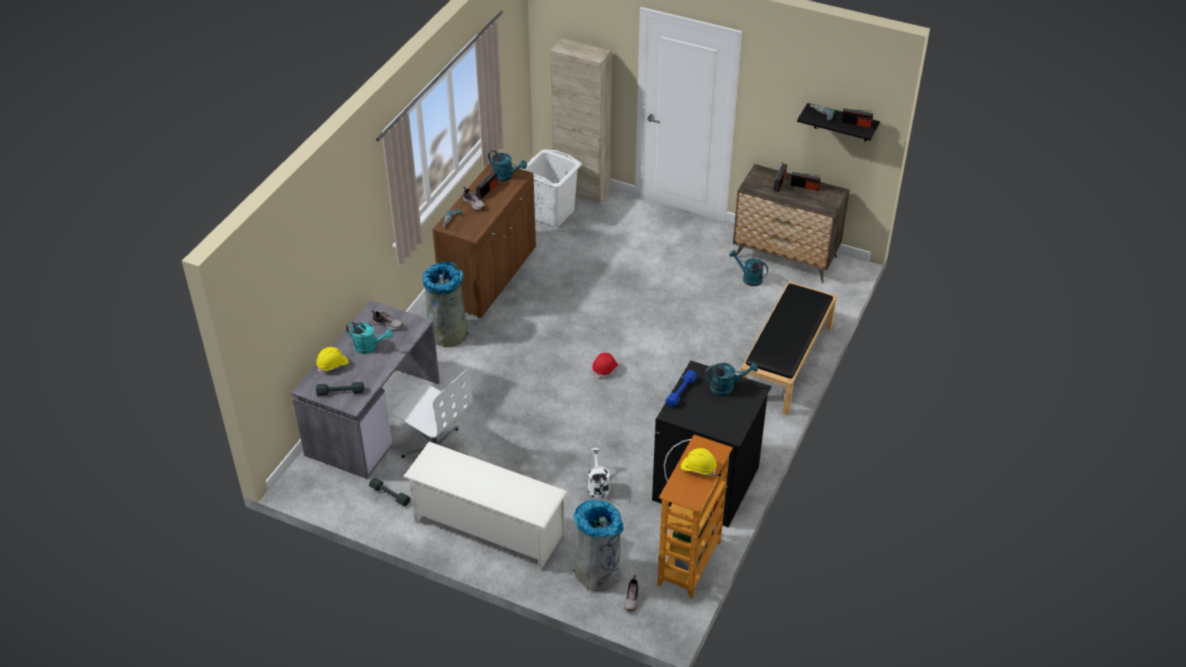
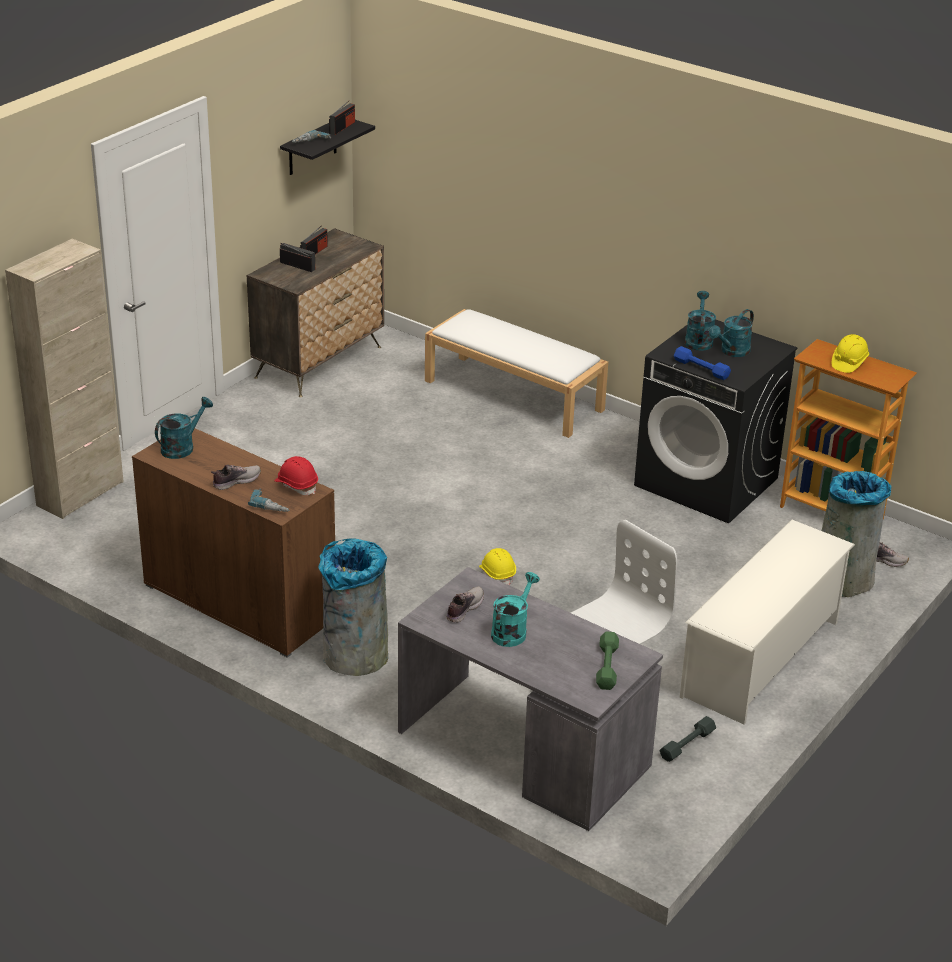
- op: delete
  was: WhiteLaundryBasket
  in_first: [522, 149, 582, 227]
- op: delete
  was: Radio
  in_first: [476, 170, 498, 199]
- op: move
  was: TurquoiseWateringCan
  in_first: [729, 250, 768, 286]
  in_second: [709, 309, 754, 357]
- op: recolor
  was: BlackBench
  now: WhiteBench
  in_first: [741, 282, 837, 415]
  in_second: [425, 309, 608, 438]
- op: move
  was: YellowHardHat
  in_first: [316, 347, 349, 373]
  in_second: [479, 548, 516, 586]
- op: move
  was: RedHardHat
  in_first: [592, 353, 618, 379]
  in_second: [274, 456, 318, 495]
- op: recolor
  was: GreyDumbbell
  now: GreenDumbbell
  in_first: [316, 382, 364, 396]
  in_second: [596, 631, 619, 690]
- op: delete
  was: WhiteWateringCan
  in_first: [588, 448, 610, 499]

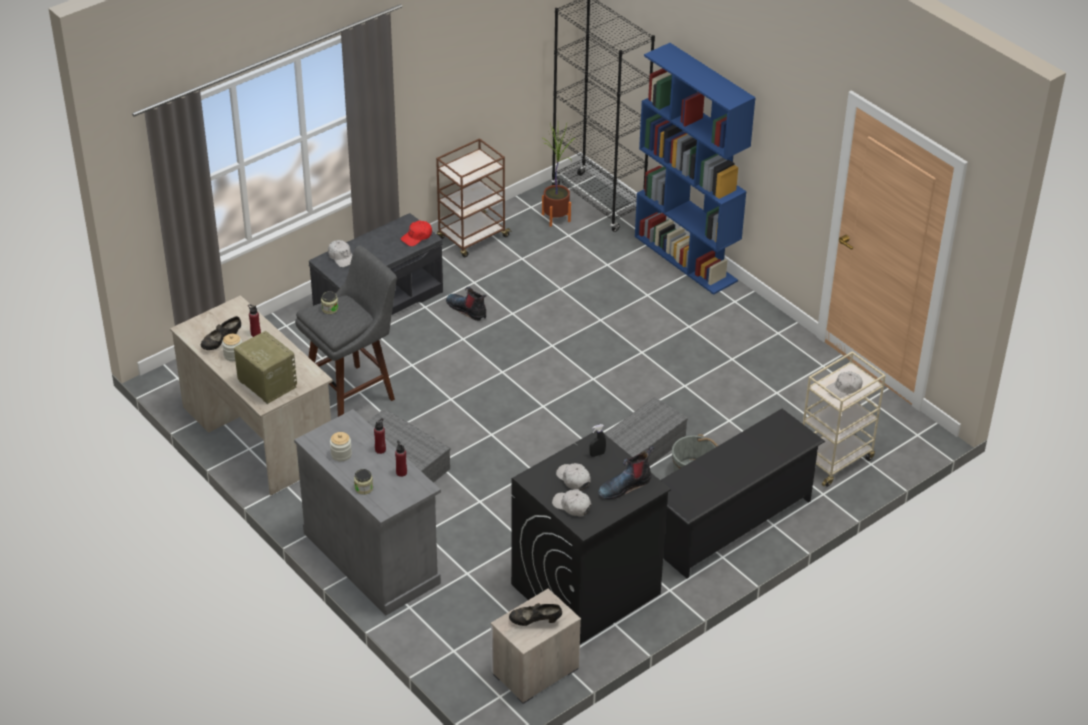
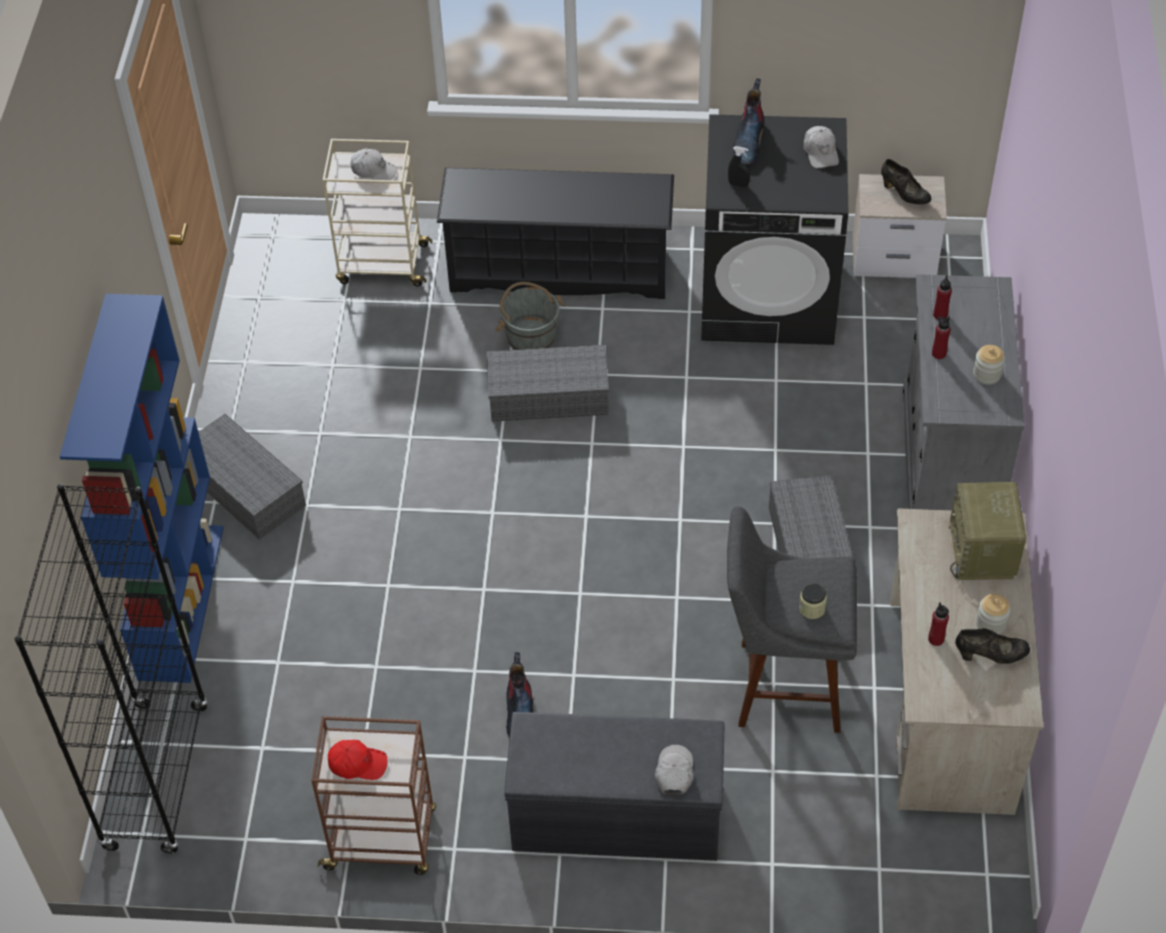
- op: delete
  was: PottedPlant
  in_first: [542, 124, 577, 227]
- op: move
  was: RedCap
  in_first: [401, 220, 432, 246]
  in_second: [328, 740, 388, 780]
- op: rotate
  was: Boot
  in_first: [598, 446, 654, 499]
  in_second: [732, 78, 764, 164]
  clockwise: 90
- op: delete
  was: WhiteCap
  in_first: [556, 463, 591, 491]
- op: delete
  was: Jar
  in_first: [354, 469, 373, 495]
- op: insert
  now: GreyStorageBox
  in_second: [198, 414, 306, 540]

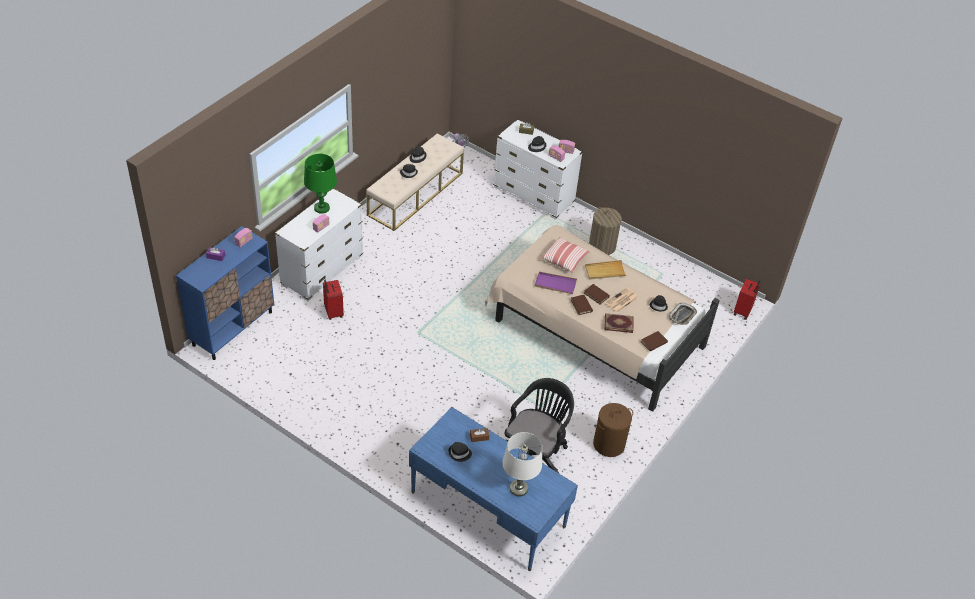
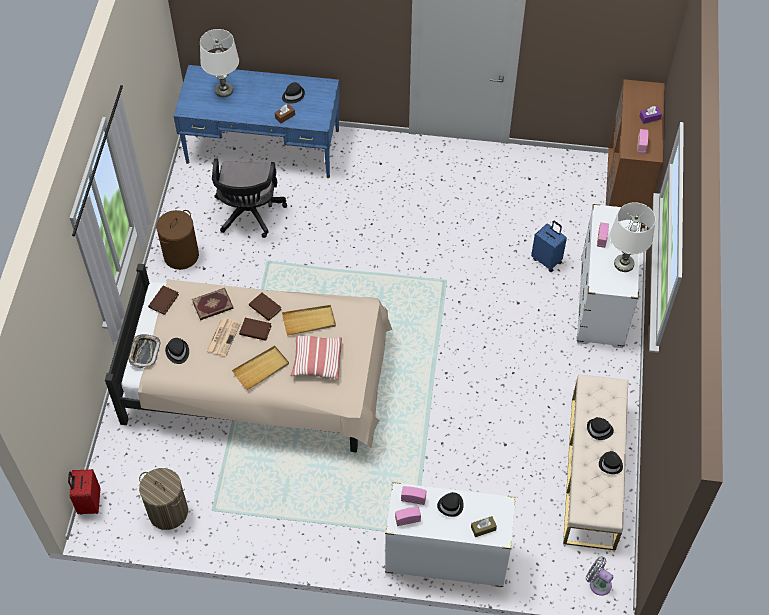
- op: recolor
  was: GreenTableLamp
  now: WhiteTableLamp
  in_first: [304, 154, 337, 214]
  in_second: [610, 202, 656, 272]
- op: move
  was: LaundryBasket
  in_first: [589, 207, 622, 255]
  in_second: [139, 468, 188, 530]
- op: recolor
  was: BlueCabinet
  now: BrownCabinet
  in_first: [176, 226, 274, 360]
  in_second: [606, 79, 665, 232]
- op: recolor
  was: PurpleTray
  now: BeigeTray
  in_first: [535, 272, 577, 294]
  in_second: [282, 305, 336, 336]
- op: recolor
  was: RedSuitcase
  now: BlueSuitcase
  in_first: [323, 280, 344, 320]
  in_second: [531, 221, 567, 272]

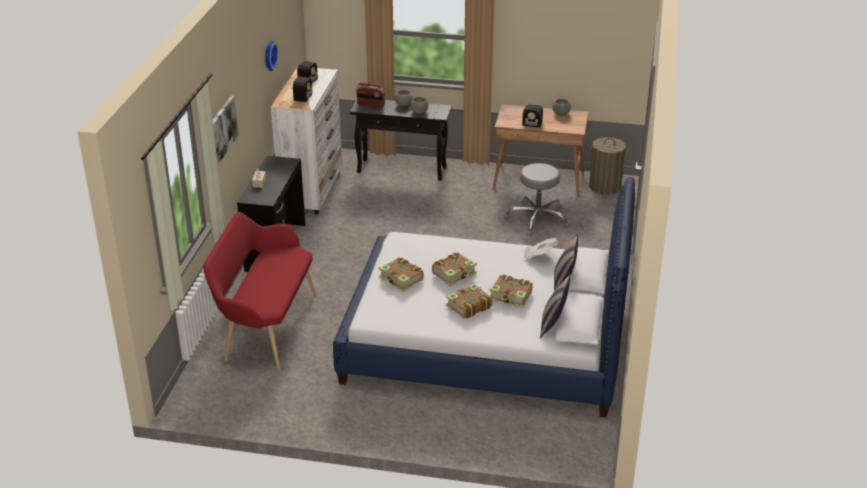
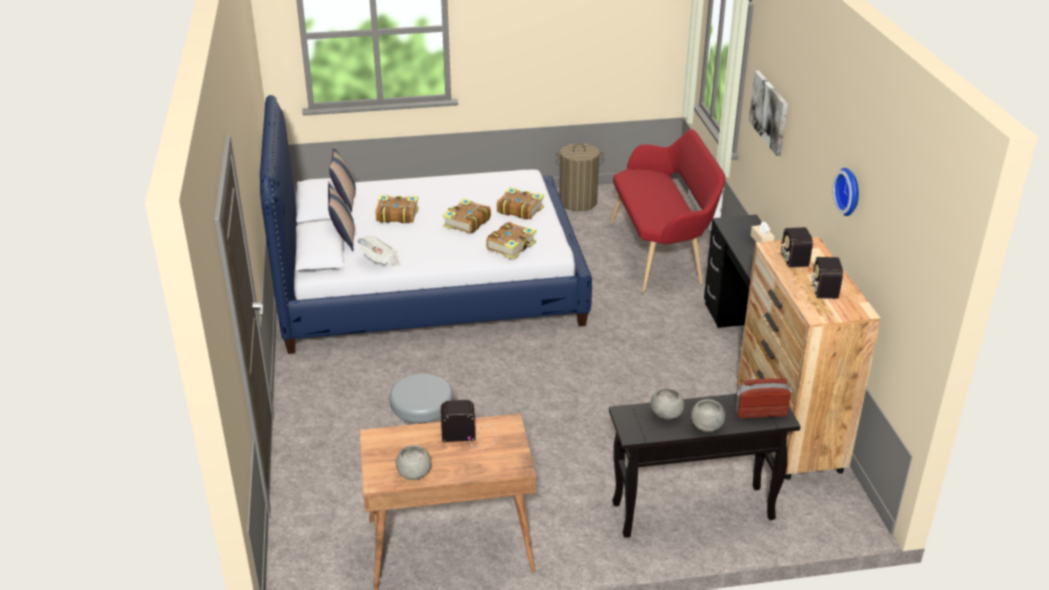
- op: recolor
  was: WhiteDresser
  now: BrownDresser
  in_first: [271, 68, 342, 214]
  in_second: [737, 237, 881, 480]
- op: move
  was: LaundryBasket
  in_first: [588, 137, 629, 195]
  in_second: [555, 143, 604, 211]
- op: move
  was: Book
  in_first: [446, 283, 492, 319]
  in_second: [486, 222, 536, 260]

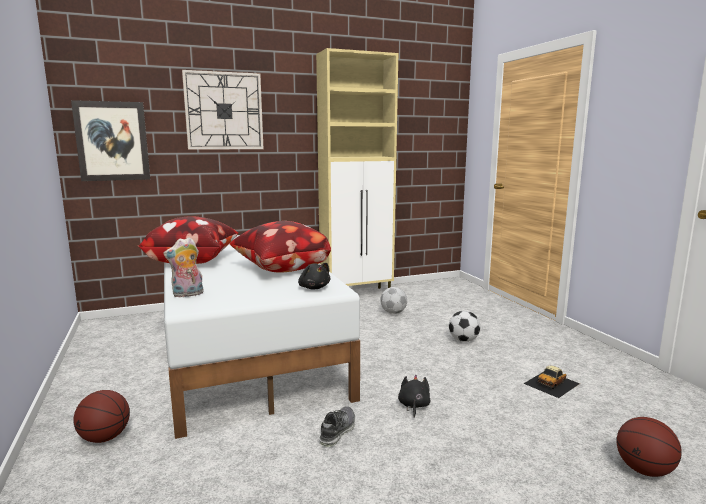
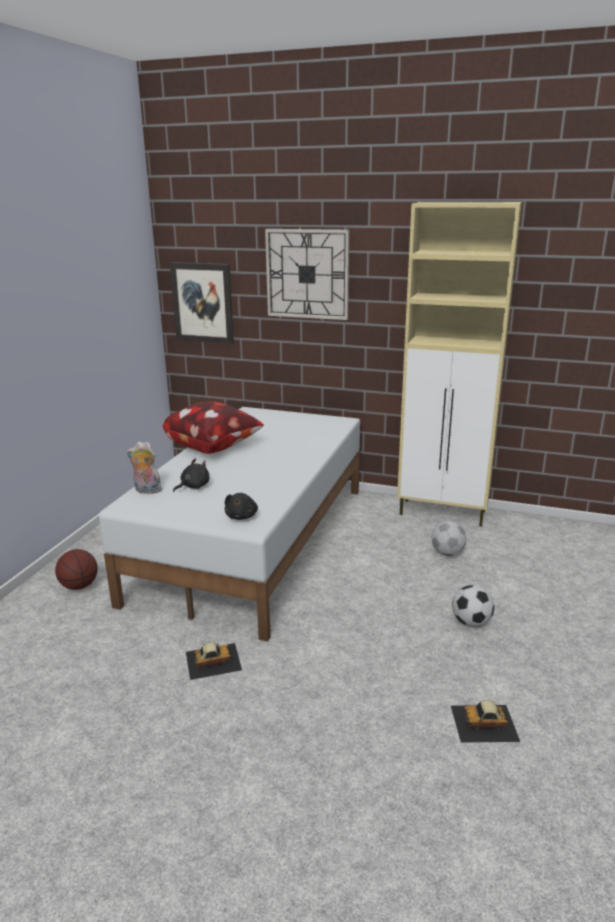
- op: delete
  was: Pillow
  in_first: [230, 221, 331, 272]
- op: move
  was: BlackPlushToy
  in_first: [398, 375, 431, 418]
  in_second: [173, 458, 210, 492]
- op: replace
  was: Shoe
  now: ToyCar
  in_first: [319, 406, 355, 447]
  in_second: [186, 642, 242, 680]
- op: delete
  was: Basketball
  in_first: [616, 417, 682, 477]

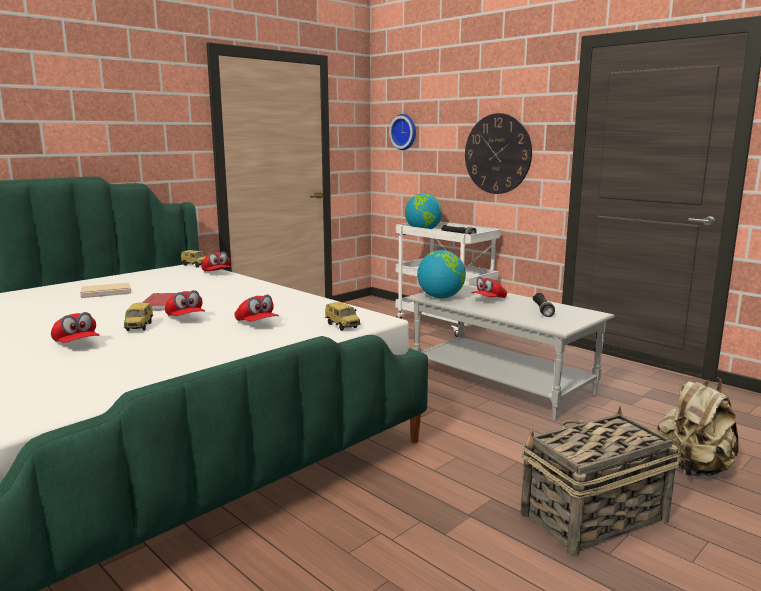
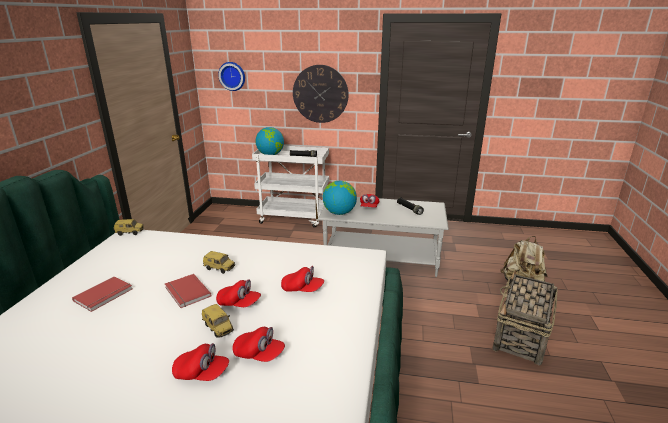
- op: move
  was: RedCap
  in_first: [201, 252, 232, 271]
  in_second: [232, 327, 285, 362]
- op: recolor
  was: BeigeBook
  now: RedBook
  in_first: [80, 283, 131, 298]
  in_second: [72, 277, 132, 312]
- op: move
  was: ToyCar
  in_first: [325, 302, 361, 331]
  in_second: [203, 251, 235, 274]

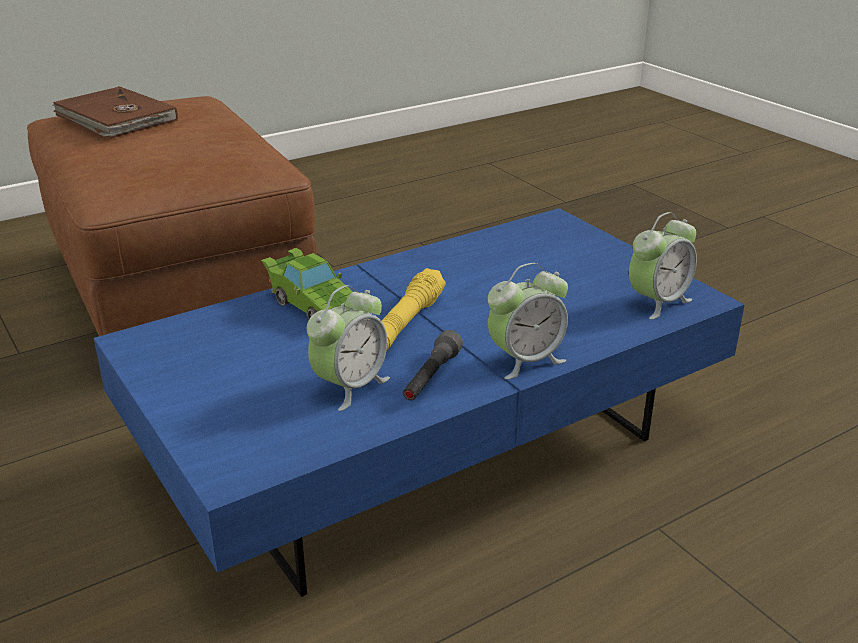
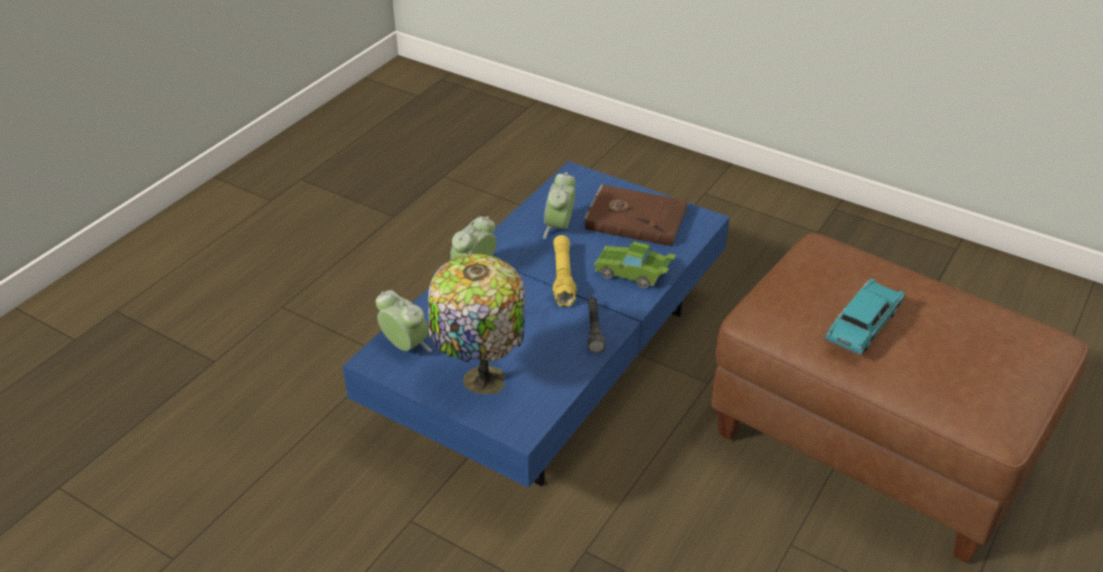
- op: move
  was: BrownBook
  in_first: [52, 86, 178, 139]
  in_second: [584, 185, 688, 246]
- op: rotate
  was: AlarmClock
  in_first: [629, 212, 697, 320]
  in_second: [376, 290, 432, 352]
  clockwise: 105
- op: move
  was: GreyFlashlight
  in_first: [403, 330, 463, 400]
  in_second: [587, 297, 605, 353]
- op: insert
  now: TableLamp
  in_second: [428, 254, 526, 394]
- op: insert
  now: TurquoiseToyCar
  in_second: [825, 279, 905, 356]

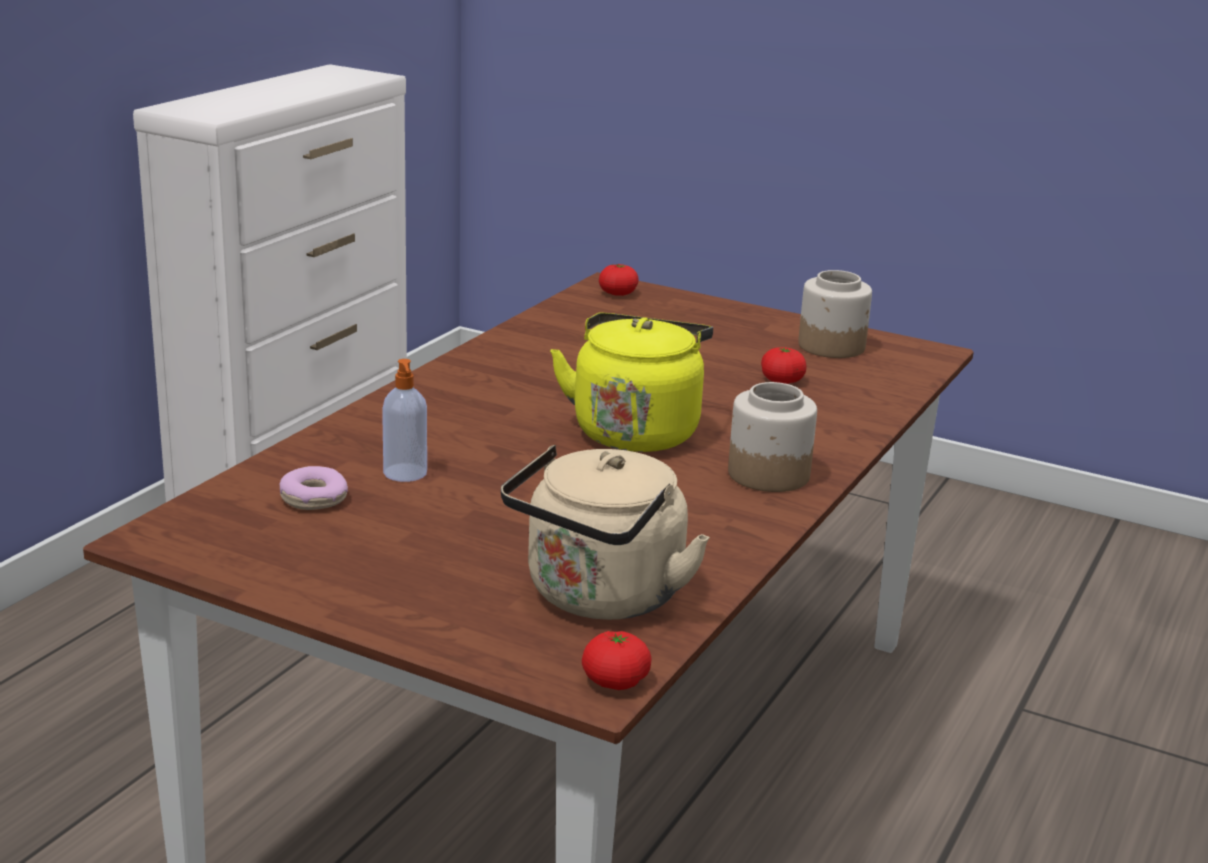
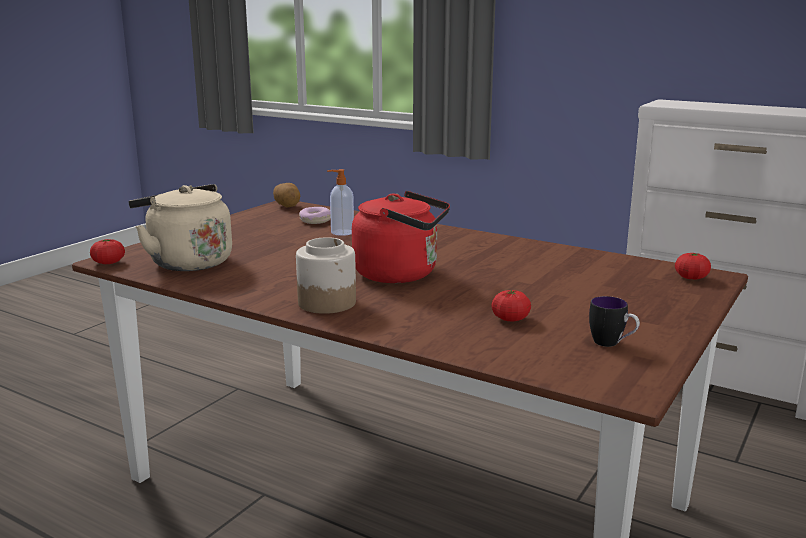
- op: replace
  was: Jar
  now: Mug
  in_first: [798, 270, 872, 358]
  in_second: [589, 296, 640, 347]
- op: recolor
  was: YellowKettle
  now: RedKettle
  in_first: [550, 313, 713, 452]
  in_second: [352, 191, 450, 283]
- op: insert
  now: Potato
  in_second: [273, 183, 300, 207]

